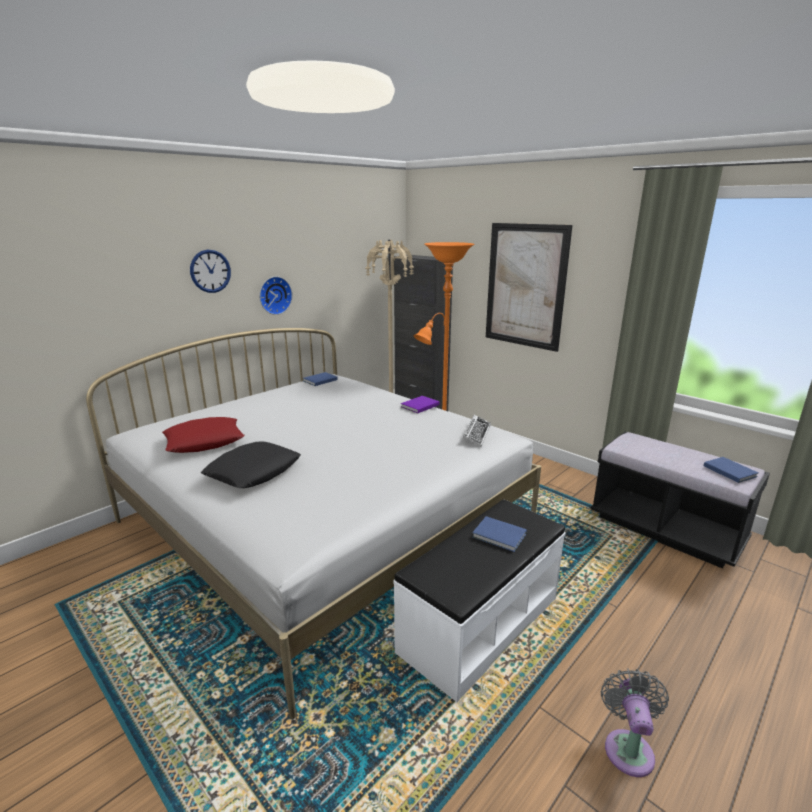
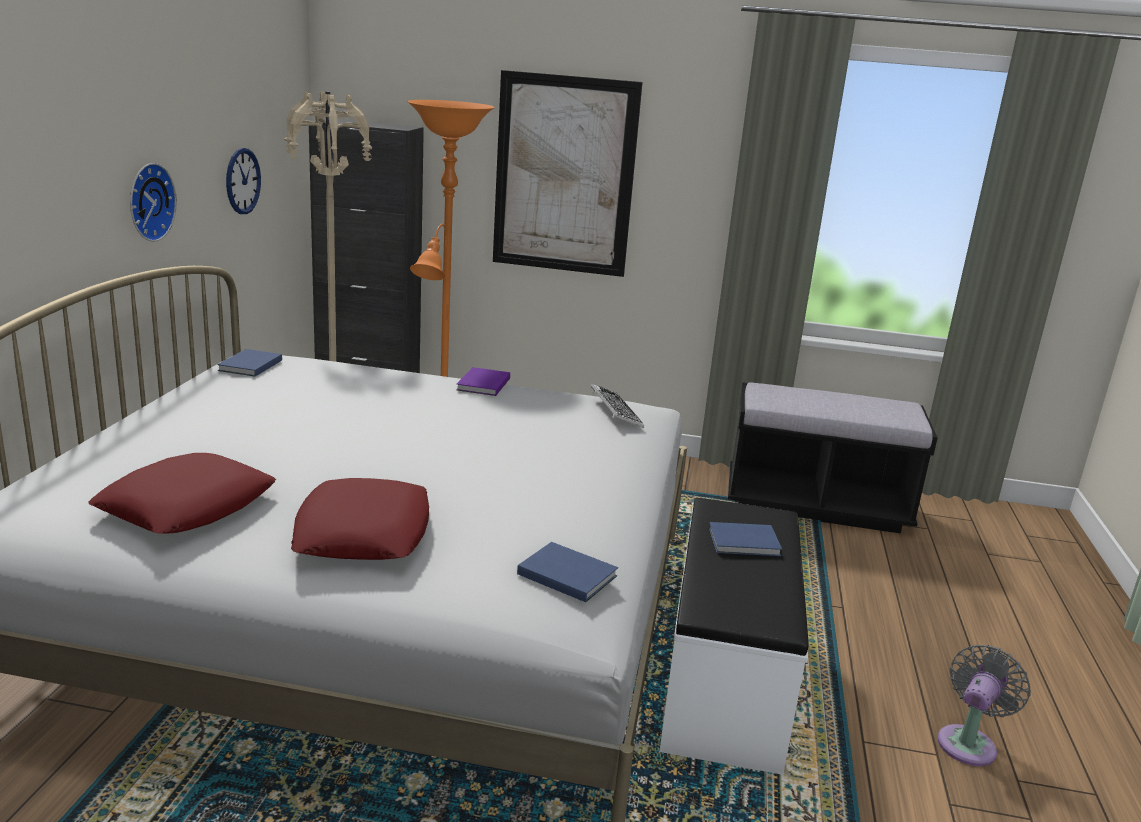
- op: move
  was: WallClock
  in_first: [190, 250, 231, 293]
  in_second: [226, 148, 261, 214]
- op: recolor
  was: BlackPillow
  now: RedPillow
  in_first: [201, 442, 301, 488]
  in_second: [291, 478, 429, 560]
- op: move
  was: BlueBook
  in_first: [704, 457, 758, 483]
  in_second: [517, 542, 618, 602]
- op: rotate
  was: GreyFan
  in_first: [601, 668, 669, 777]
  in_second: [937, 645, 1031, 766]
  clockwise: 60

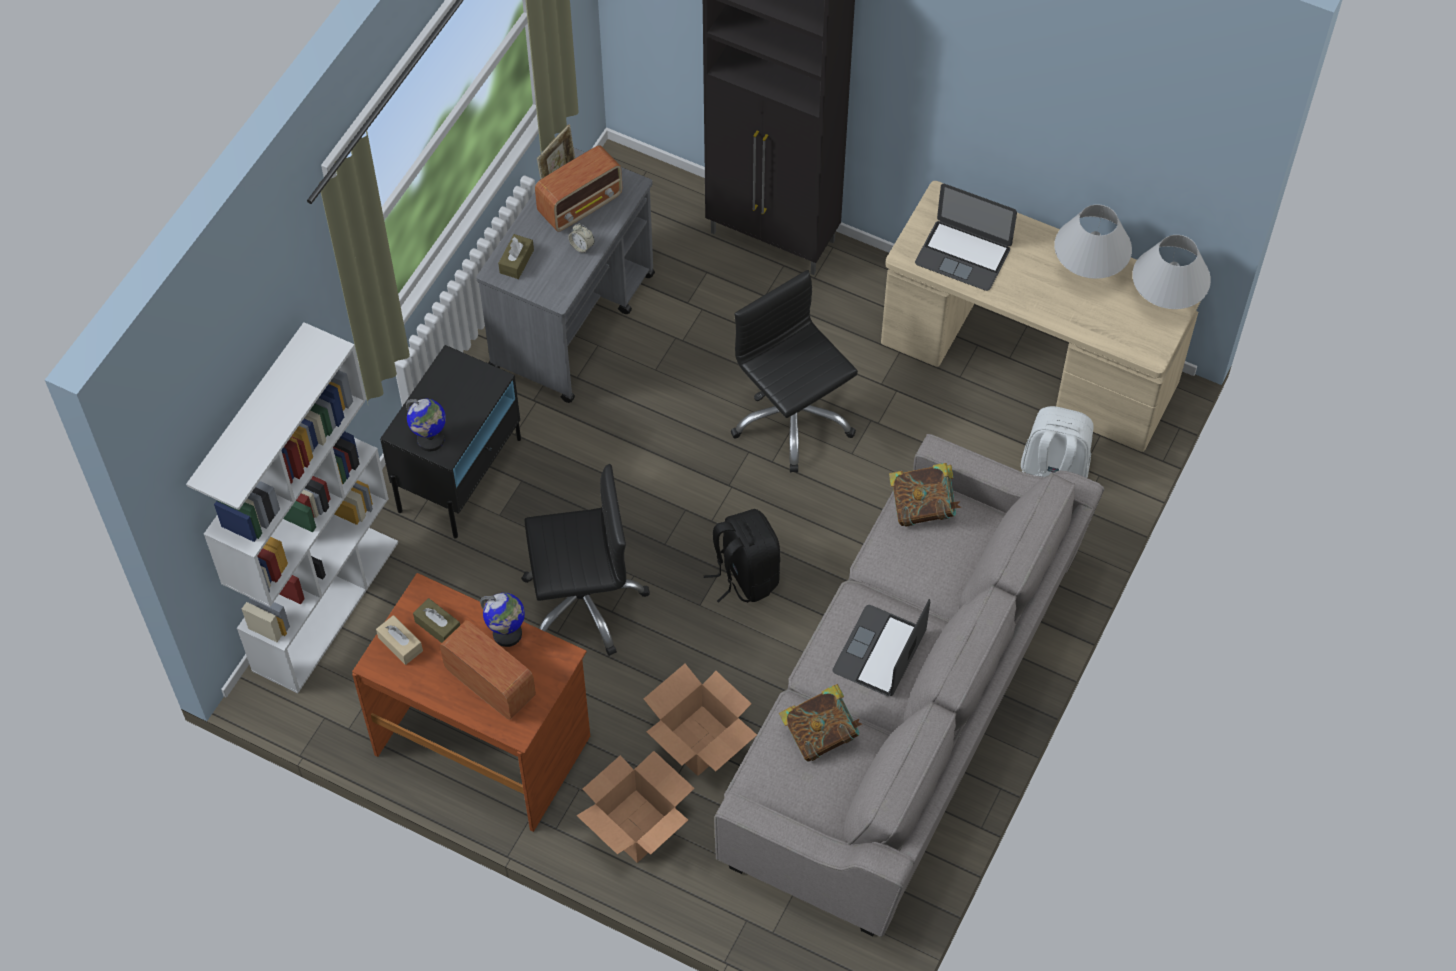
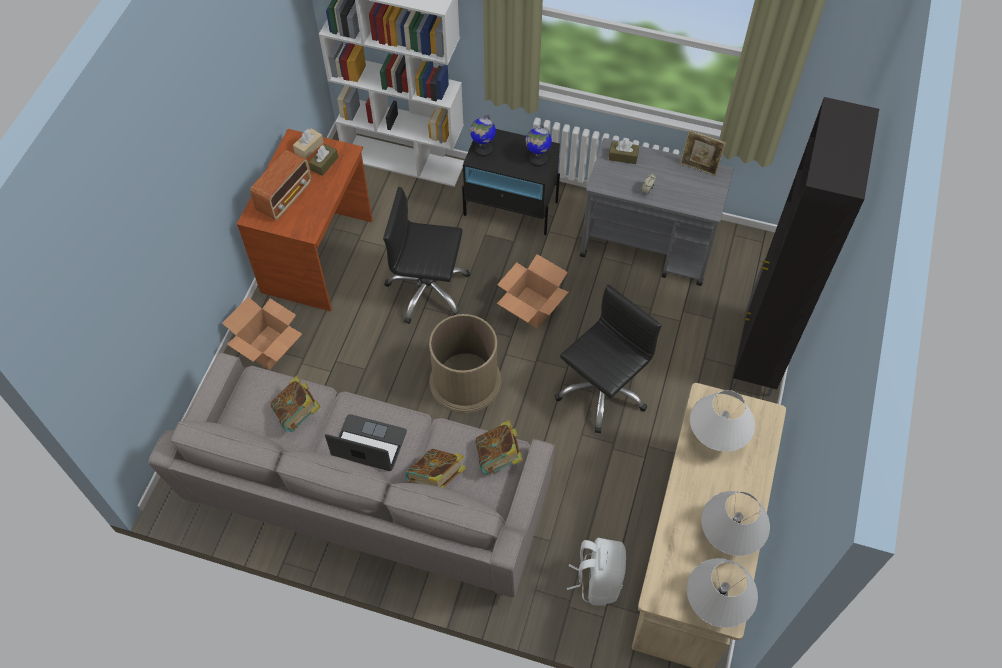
- op: delete
  was: Radio
  in_first: [535, 145, 622, 232]
- op: replace
  was: Laptop
  now: WhiteTableLamp
  in_first: [915, 184, 1017, 291]
  in_second: [690, 390, 755, 452]
- op: rotate
  was: BlackOfficeChair
  in_first: [522, 464, 650, 656]
  in_second: [383, 187, 470, 324]
  clockwise: 120
- op: replace
  was: BlackBackpack
  now: BrownTrashCan
  in_first: [704, 509, 780, 603]
  in_second: [429, 314, 502, 413]
- op: move
  was: Globe
  in_first: [480, 593, 525, 647]
  in_second: [526, 124, 552, 167]
- op: move
  was: CardboardBox
  in_first: [644, 664, 757, 776]
  in_second: [497, 254, 568, 328]
- op: insert
  now: Book
  in_second: [405, 449, 466, 488]

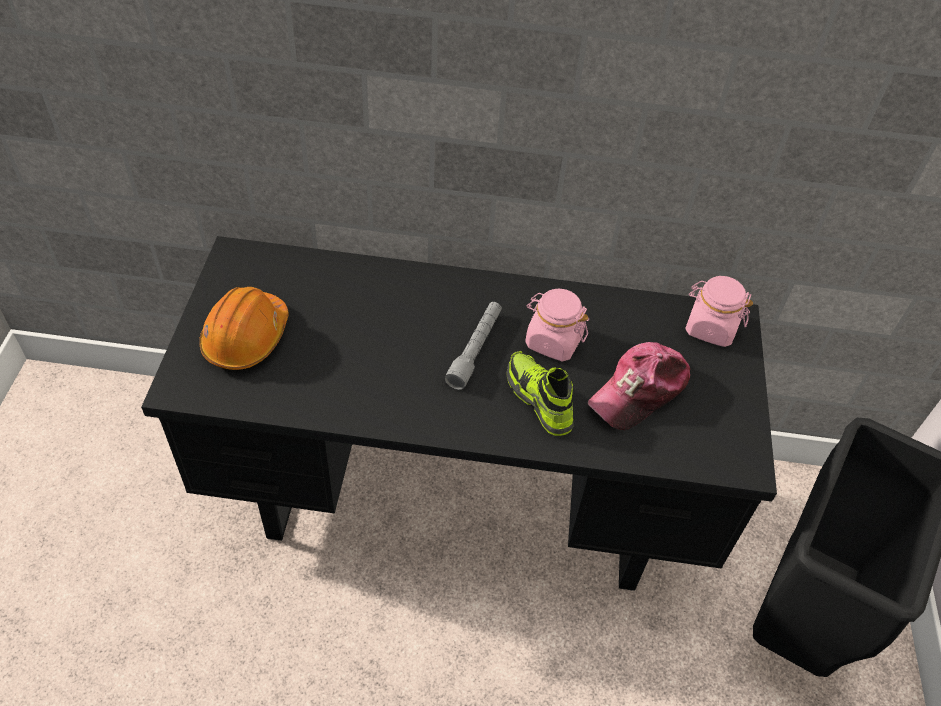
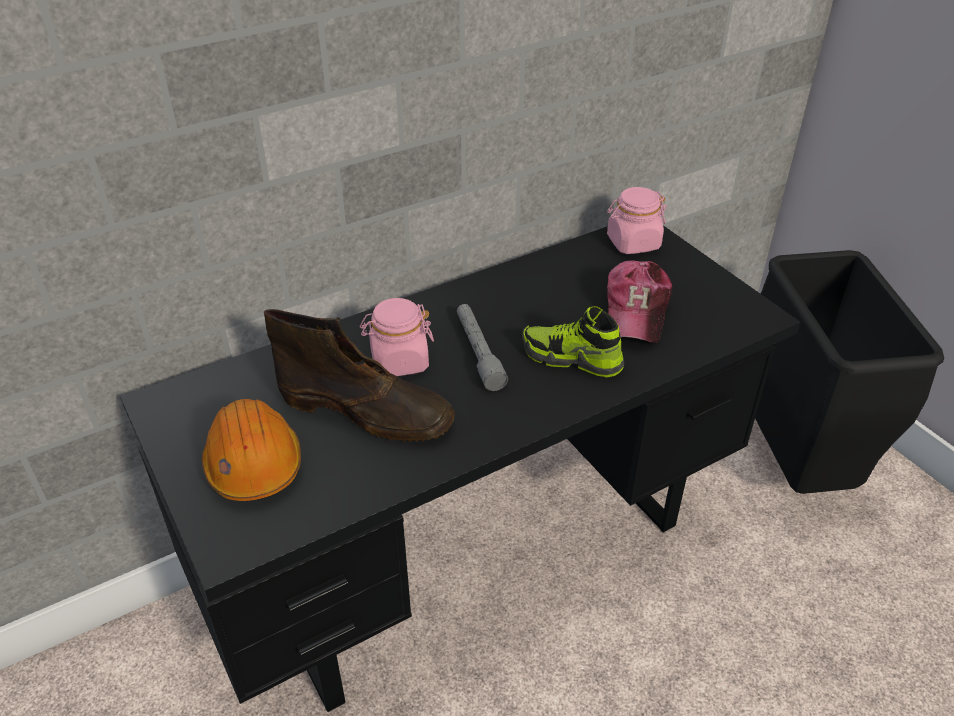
- op: move
  was: PinkJar
  in_first: [525, 289, 589, 361]
  in_second: [360, 298, 434, 376]
- op: insert
  now: BrownBoot
  in_second: [264, 309, 455, 442]

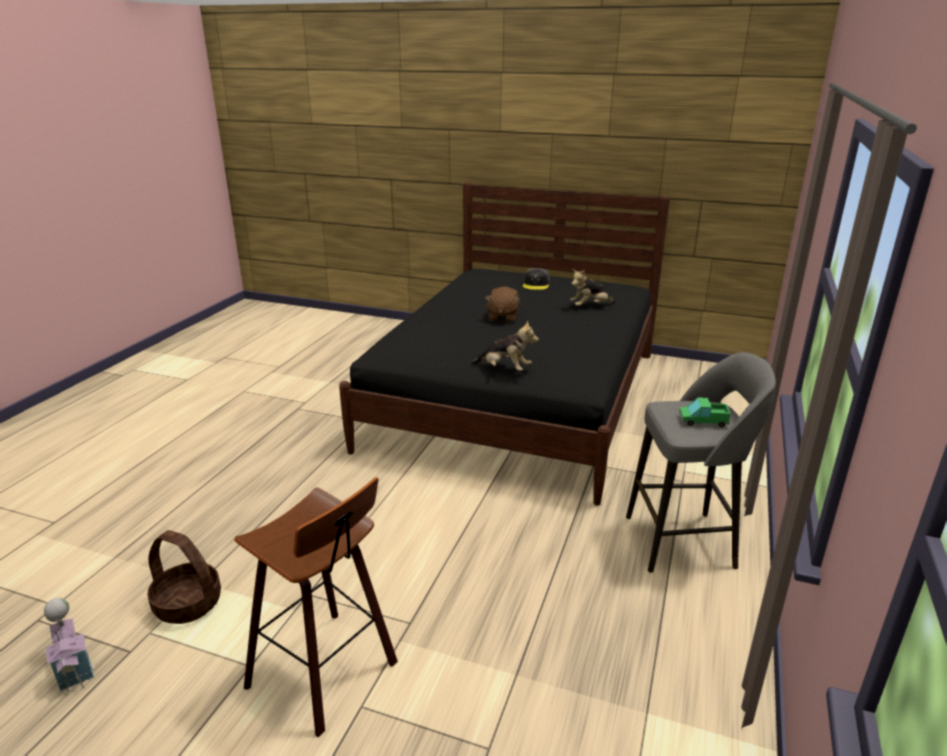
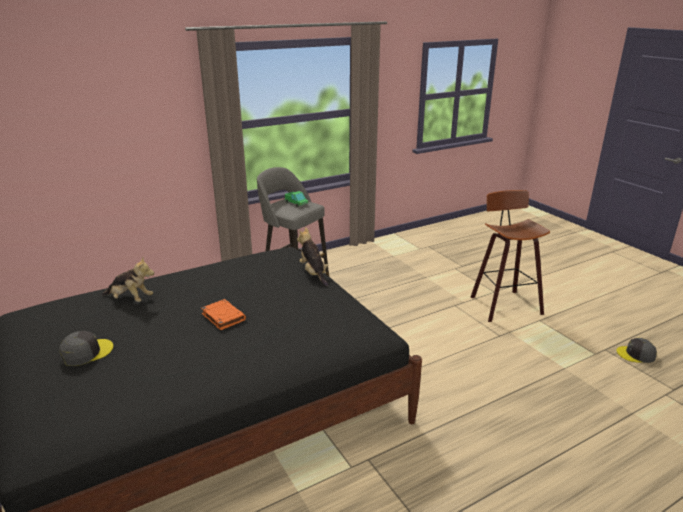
- op: replace
  was: BrownPlushToy
  now: OrangeBook
  in_first: [485, 287, 520, 322]
  in_second: [201, 299, 246, 330]
- op: delete
  was: Basket
  in_first: [147, 530, 221, 624]
- op: replace
  was: ToyHouse
  now: GreyCap
  in_first: [44, 598, 95, 692]
  in_second: [616, 338, 657, 363]

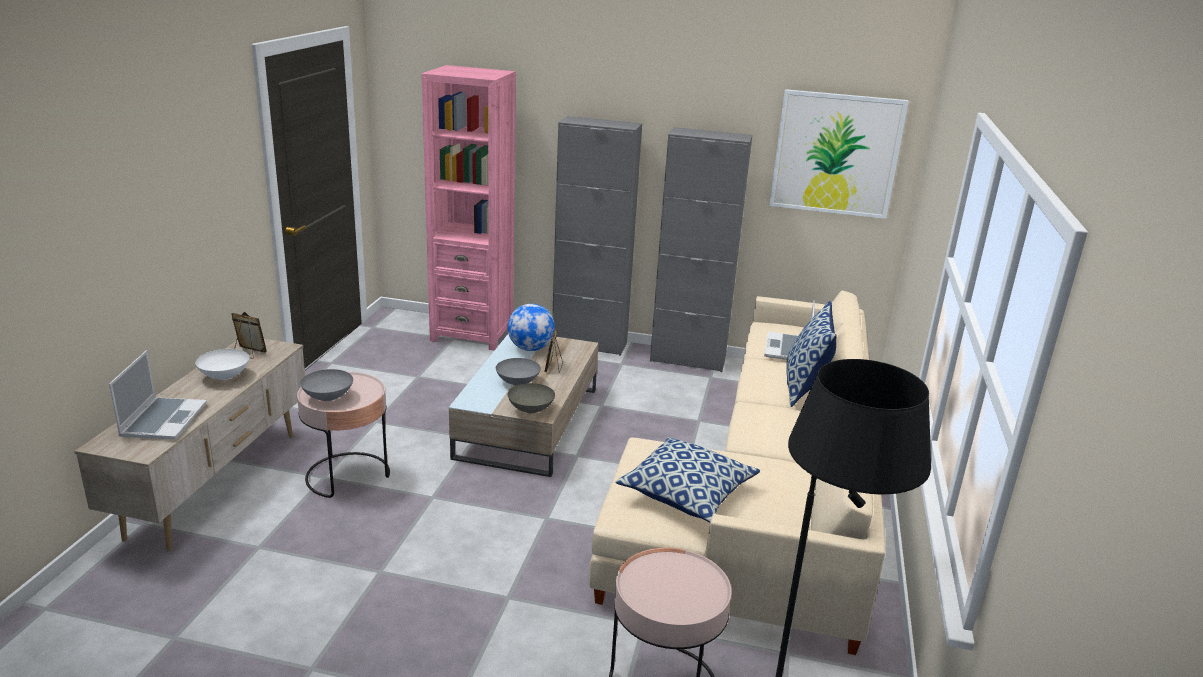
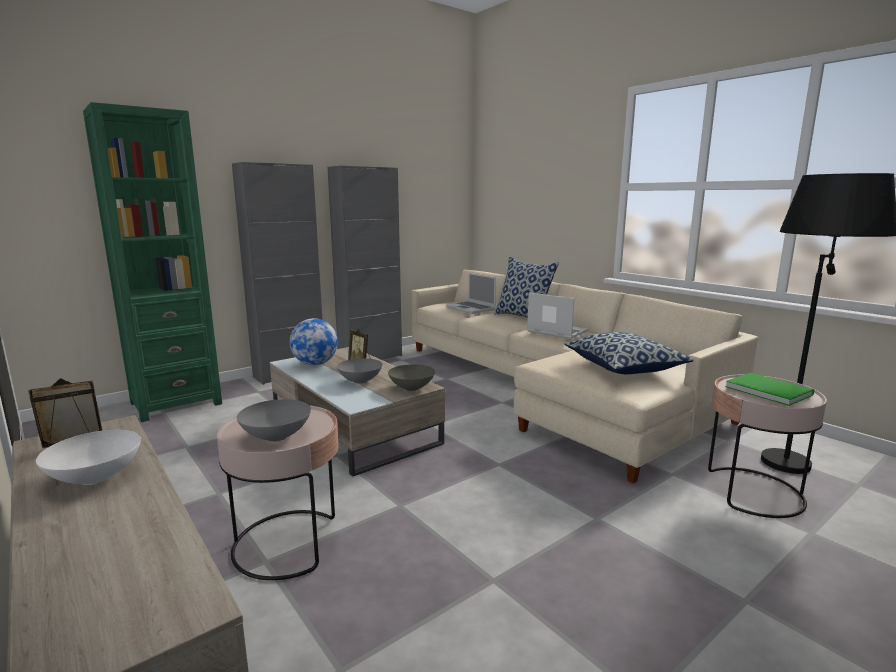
- op: recolor
  was: PinkBookcase
  now: GreenBookcase
  in_first: [421, 65, 516, 351]
  in_second: [83, 102, 222, 422]
- op: delete
  was: Picture
  in_first: [769, 89, 909, 219]
- op: move
  was: Laptop
  in_first: [109, 350, 207, 440]
  in_second: [527, 292, 588, 339]
- op: insert
  now: GreenBook
  in_second: [725, 373, 814, 406]

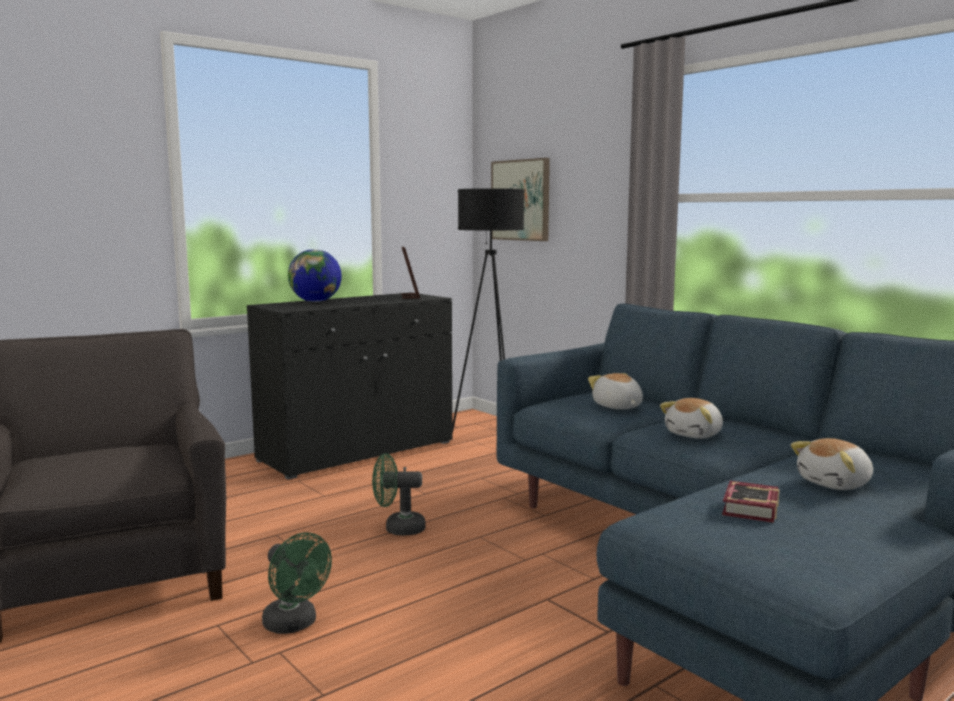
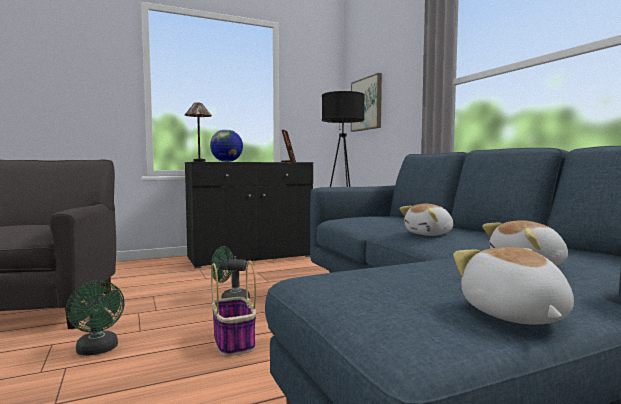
- op: move
  was: PlushToy
  in_first: [588, 373, 643, 409]
  in_second: [453, 247, 574, 325]
- op: delete
  was: Book
  in_first: [722, 481, 780, 523]
- op: insert
  now: TableLamp
  in_second: [185, 102, 212, 162]
- op: insert
  now: Basket
  in_second: [211, 260, 256, 356]

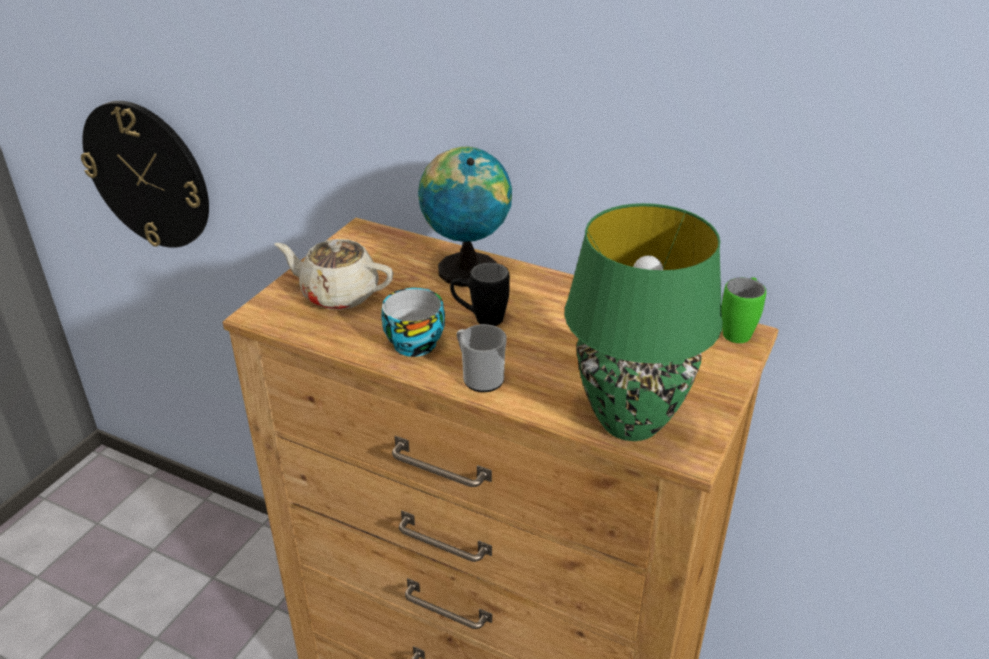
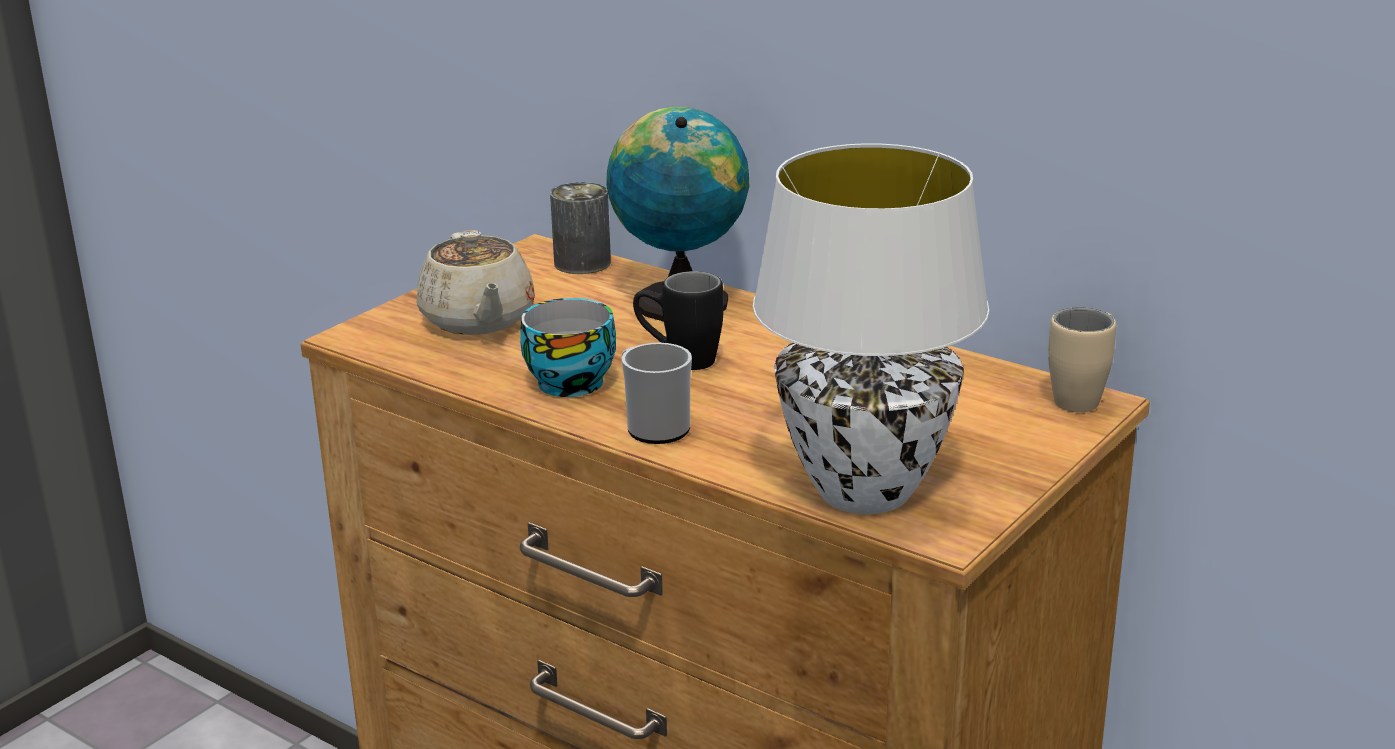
- op: delete
  was: WallClock
  in_first: [81, 101, 209, 248]
- op: recolor
  was: GreenTableLamp
  now: WhiteTableLamp
  in_first: [565, 203, 723, 441]
  in_second: [753, 143, 990, 514]
- op: rotate
  was: BeigeTeapot
  in_first: [274, 239, 393, 310]
  in_second: [417, 230, 535, 335]
  clockwise: -135
- op: recolor
  was: GreenMug
  now: BeigeMug
  in_first: [721, 277, 766, 343]
  in_second: [1048, 307, 1116, 412]
- op: insert
  now: Can
  in_second: [550, 182, 611, 274]

